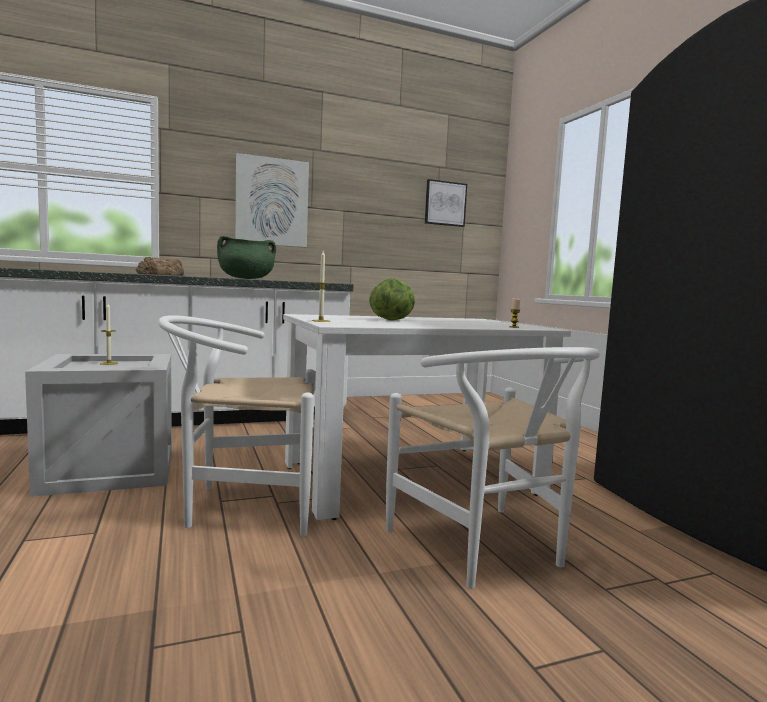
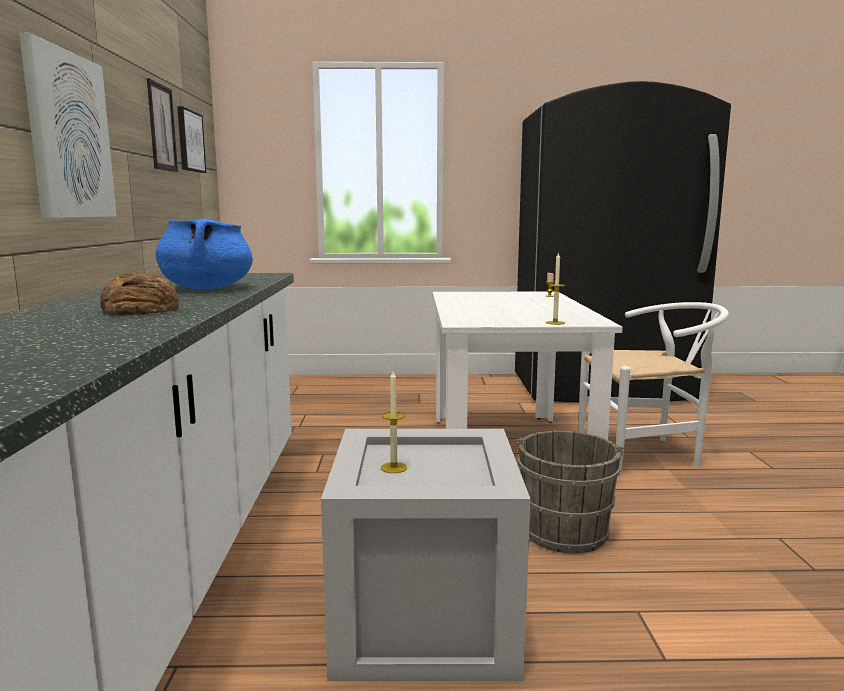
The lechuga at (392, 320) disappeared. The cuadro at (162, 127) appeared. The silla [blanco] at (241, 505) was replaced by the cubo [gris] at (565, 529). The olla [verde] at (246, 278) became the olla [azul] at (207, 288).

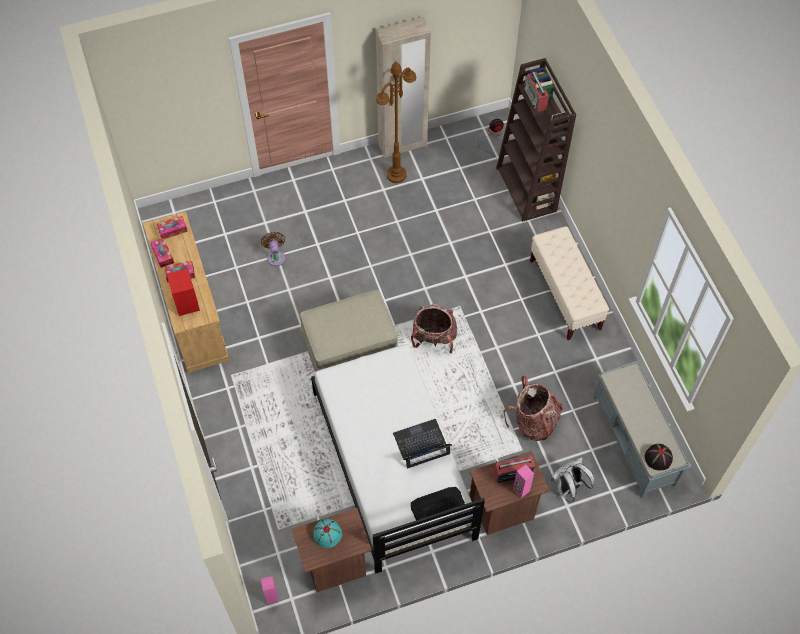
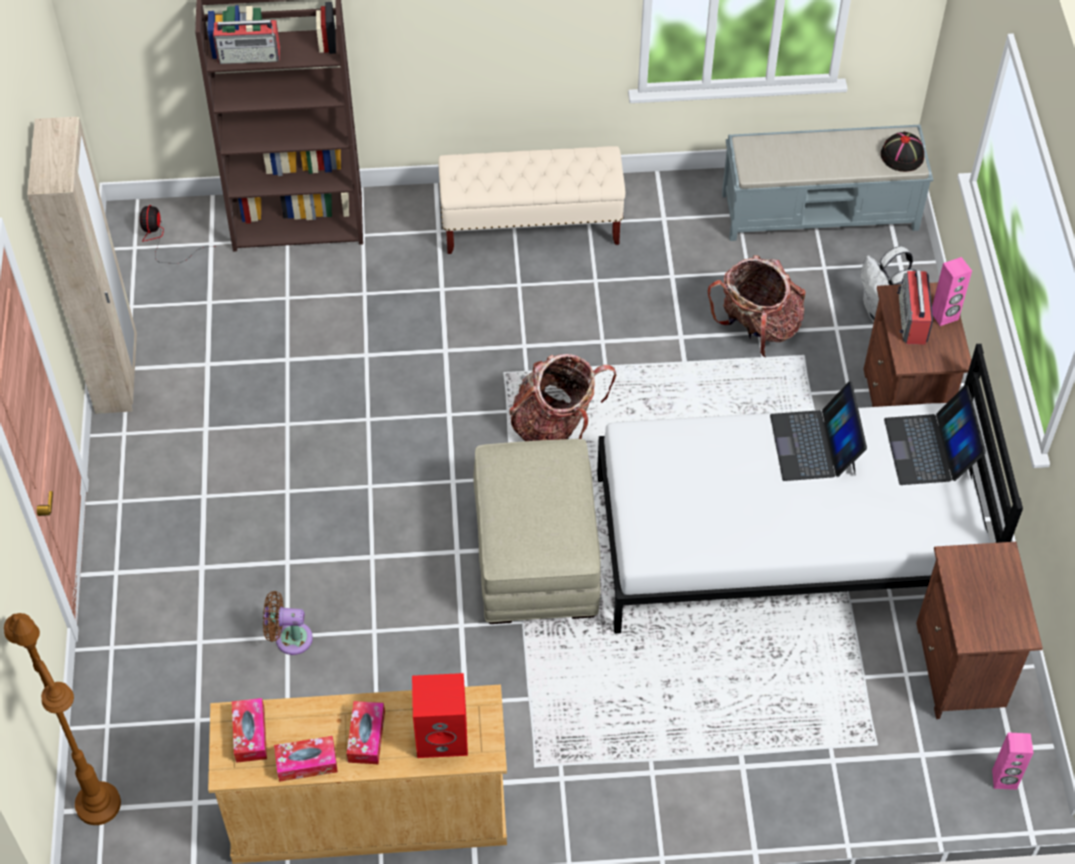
The sombrero [turquesa] at (327, 533) disappeared. The lámpara de pie [marrón] moved from (396, 175) to (97, 804). The teclado at (437, 504) was replaced by the portátil at (930, 449).

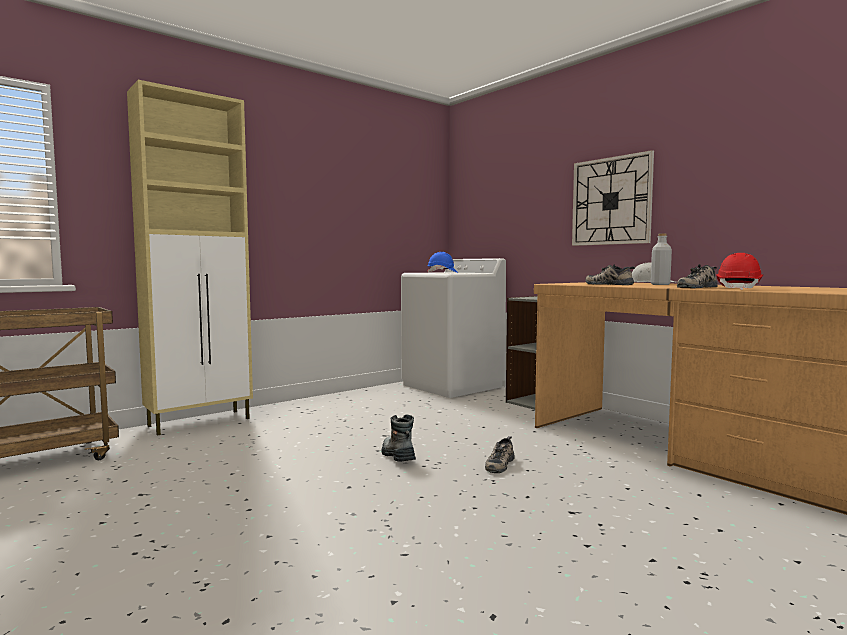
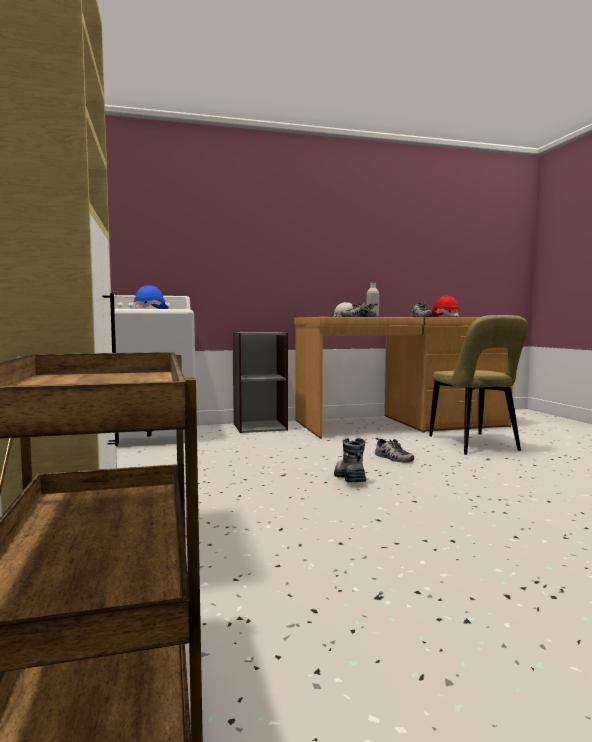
The reloj de pared at (611, 201) disappeared. The silla [beis] at (475, 445) appeared. The bota at (397, 456) turned 75 degrees clockwise.

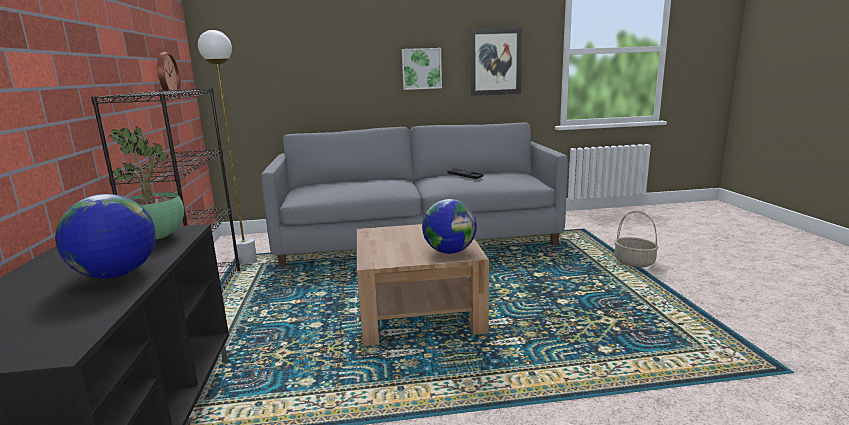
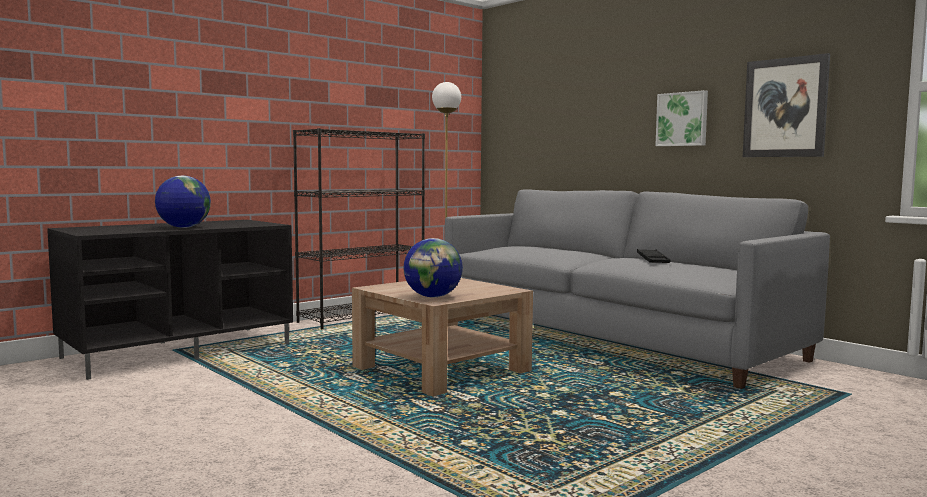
The planta en maceta at (159, 238) disappeared. The reloj de pared at (166, 75) disappeared. The cesta at (634, 262) disappeared.

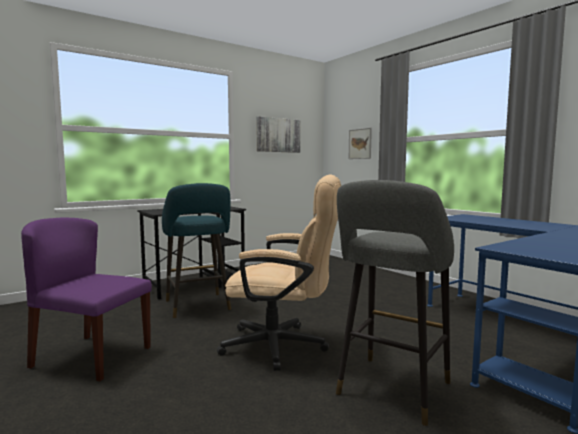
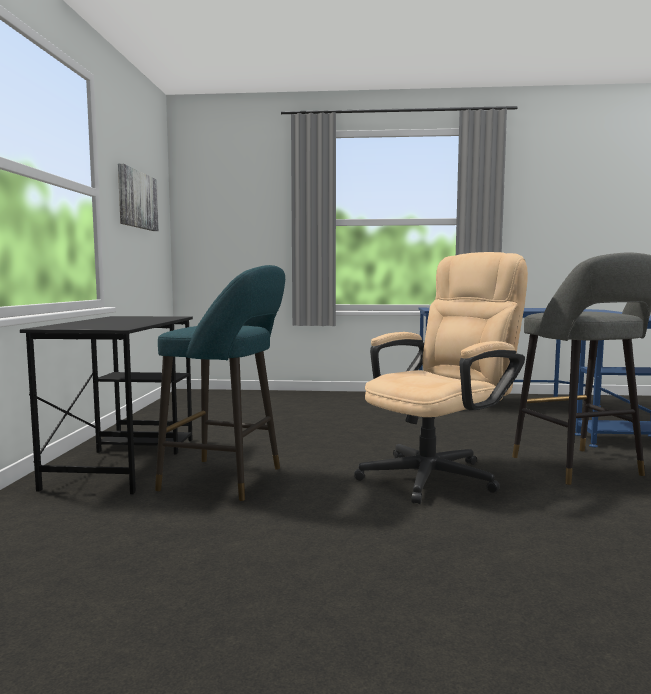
The silla [morado] at (91, 357) disappeared. The cuadro at (360, 144) disappeared.

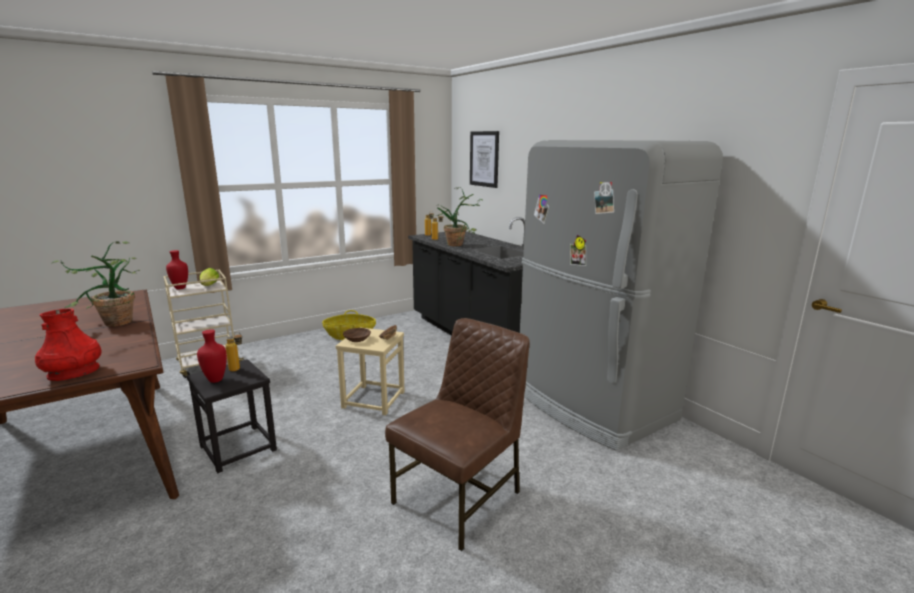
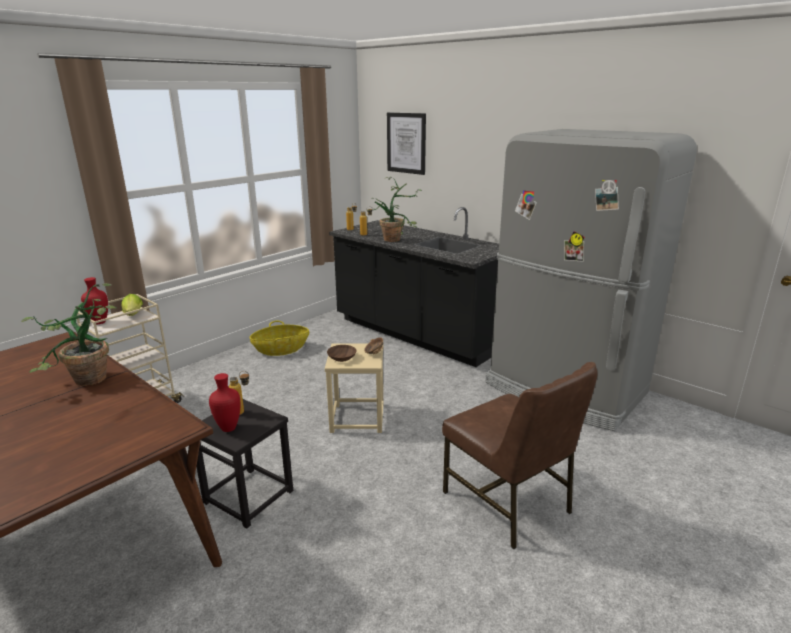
The florero [rojo] at (74, 373) disappeared. The silla [marrón] at (460, 497) turned 120 degrees clockwise.

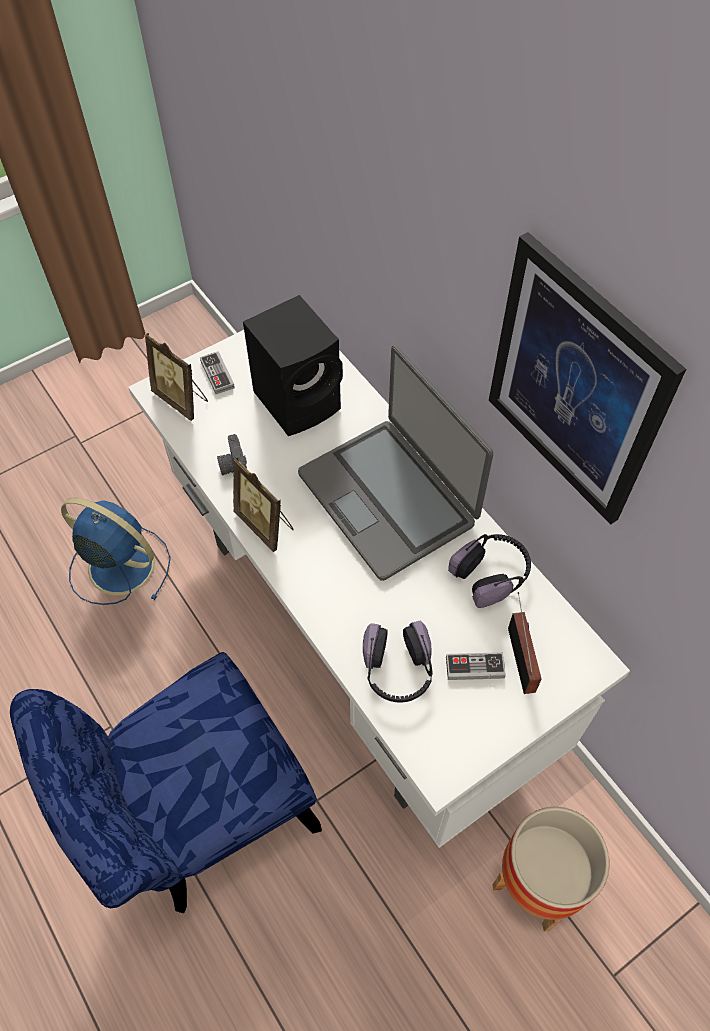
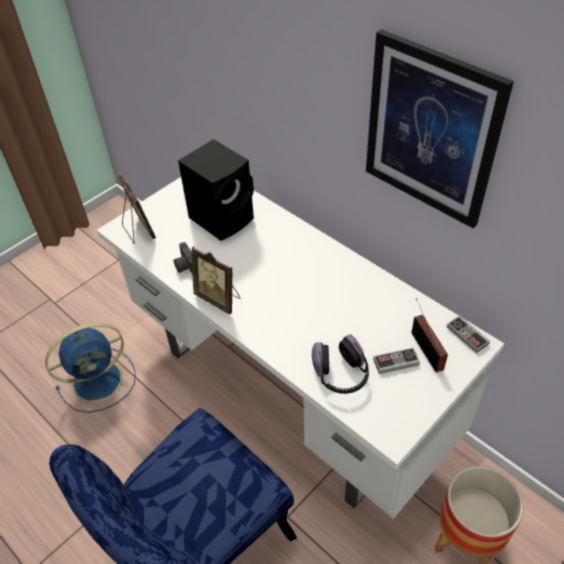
The portátil at (388, 498) disappeared. The auriculares at (491, 574) disappeared. The mando de consola moved from (217, 374) to (467, 335). The ventilador [azul] at (119, 564) turned 135 degrees clockwise. The portarretratos at (182, 399) turned 150 degrees counterclockwise.

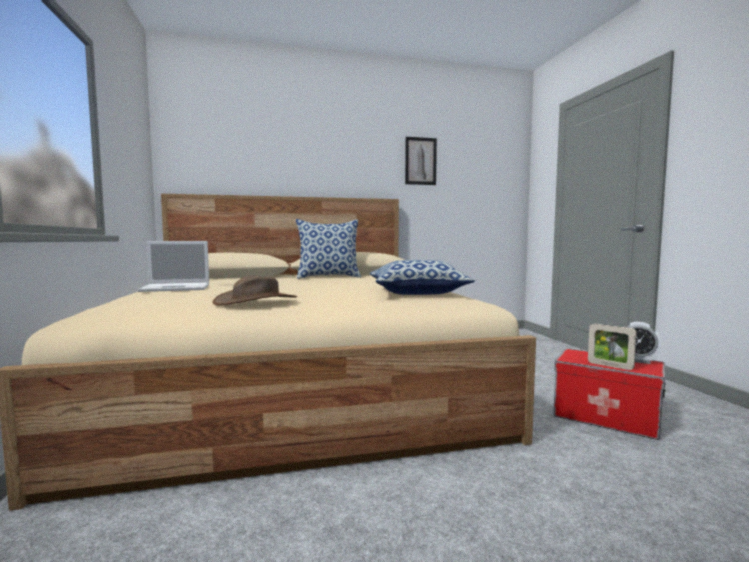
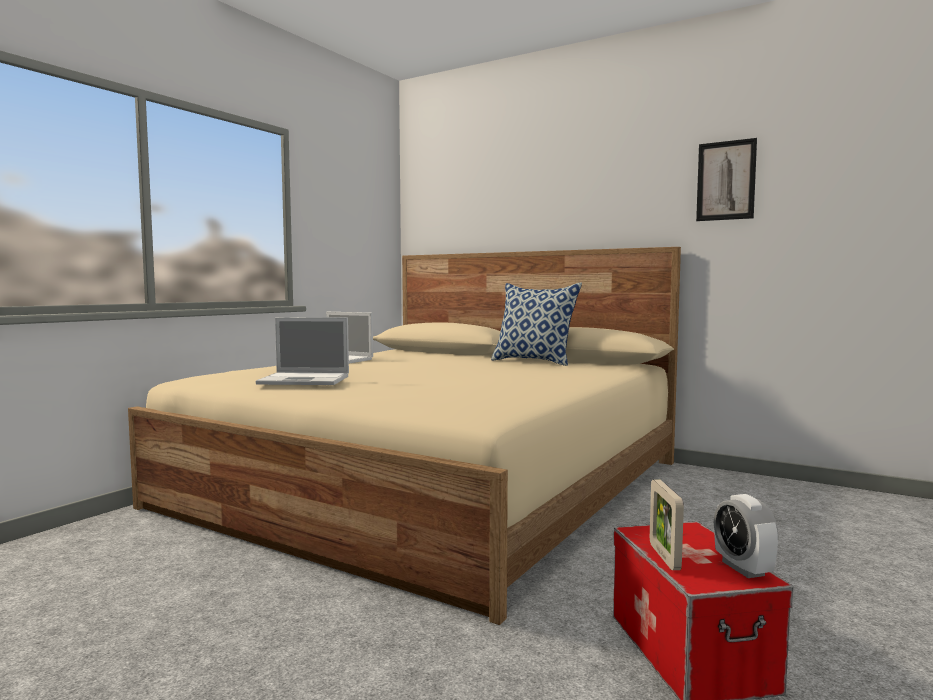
The cojín at (417, 293) disappeared. The sombrero [marrón] at (256, 301) was replaced by the portátil at (306, 380).

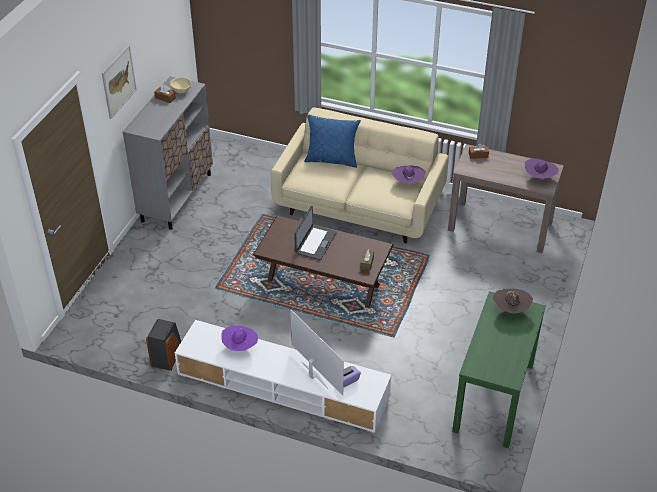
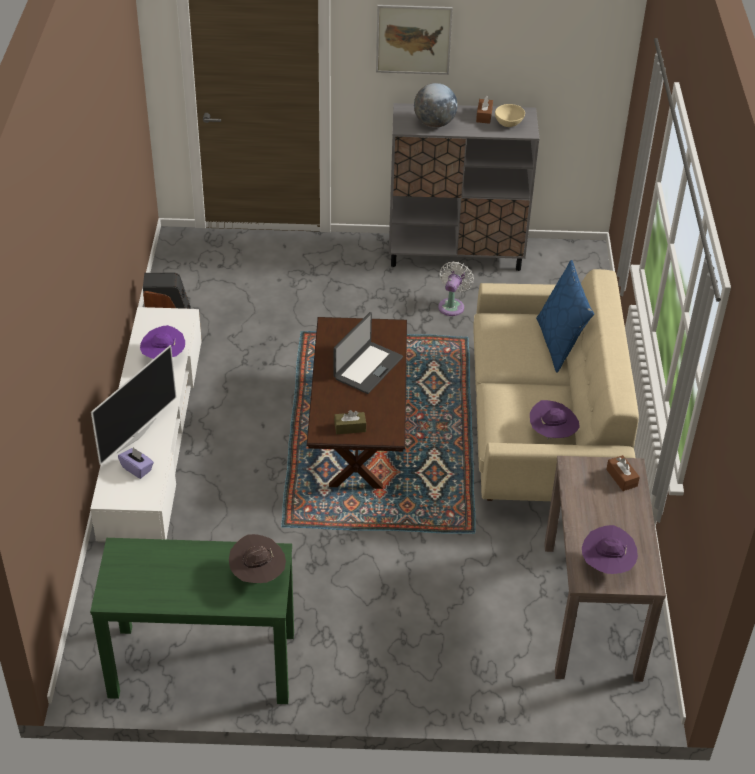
The globo terráqueo at (434, 124) appeared. The ventilador [blanco] at (452, 305) appeared. The portátil at (315, 242) turned 60 degrees counterclockwise.

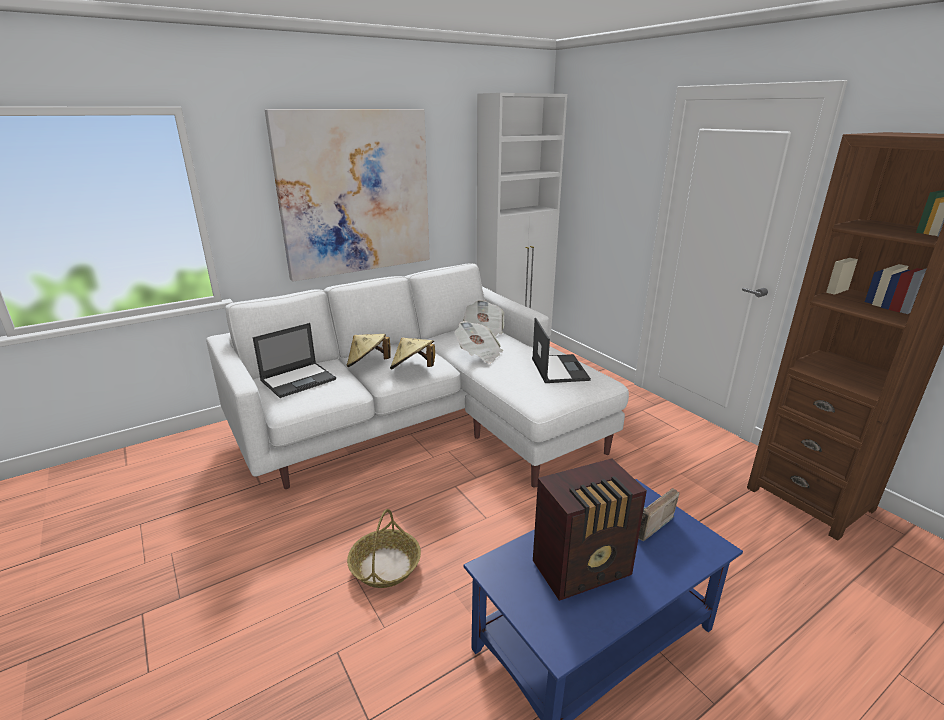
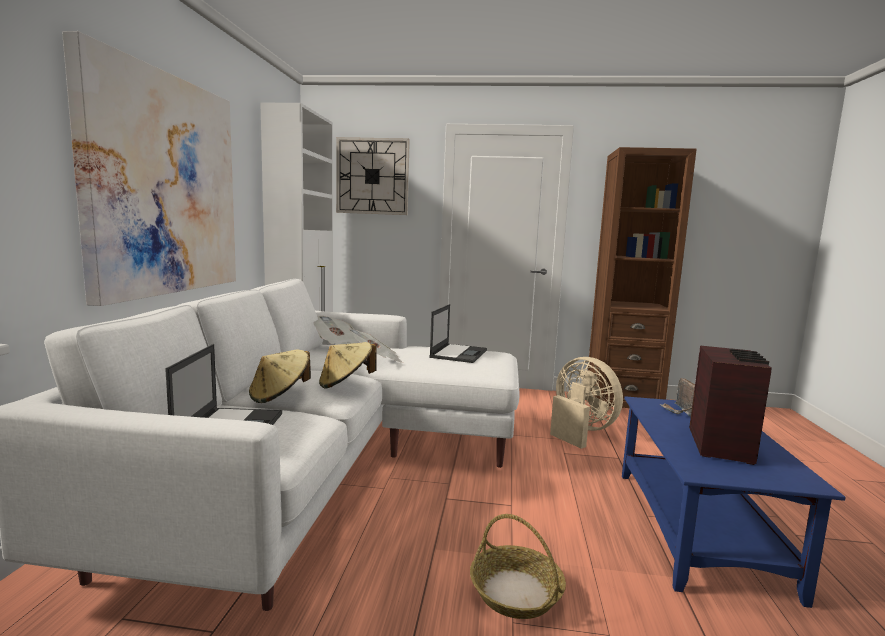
The reloj de pared at (372, 176) appeared. The ventilador [beis] at (580, 431) appeared. The portátil at (559, 369) turned 75 degrees clockwise.

